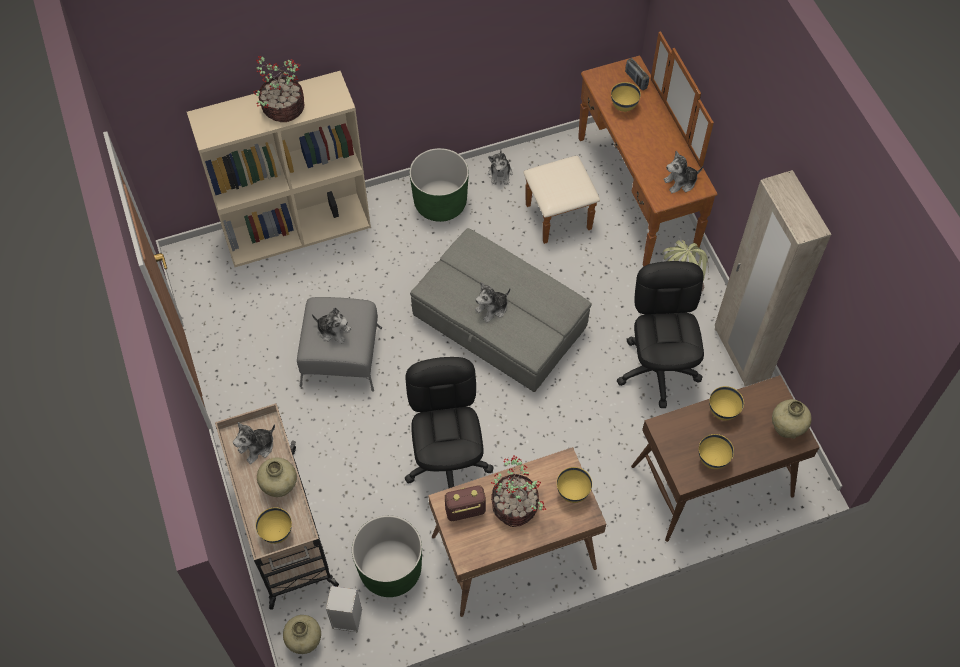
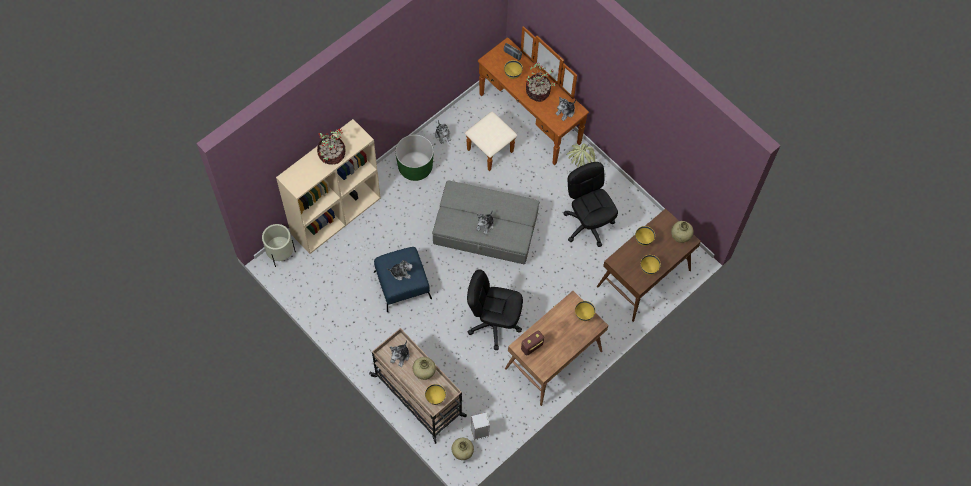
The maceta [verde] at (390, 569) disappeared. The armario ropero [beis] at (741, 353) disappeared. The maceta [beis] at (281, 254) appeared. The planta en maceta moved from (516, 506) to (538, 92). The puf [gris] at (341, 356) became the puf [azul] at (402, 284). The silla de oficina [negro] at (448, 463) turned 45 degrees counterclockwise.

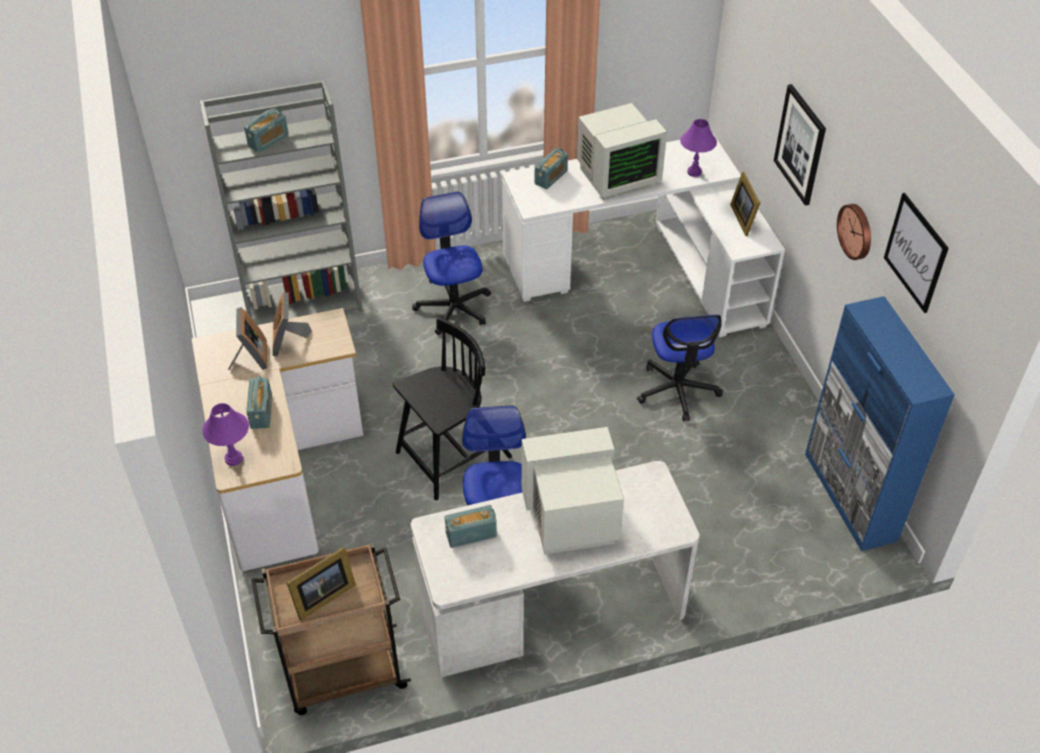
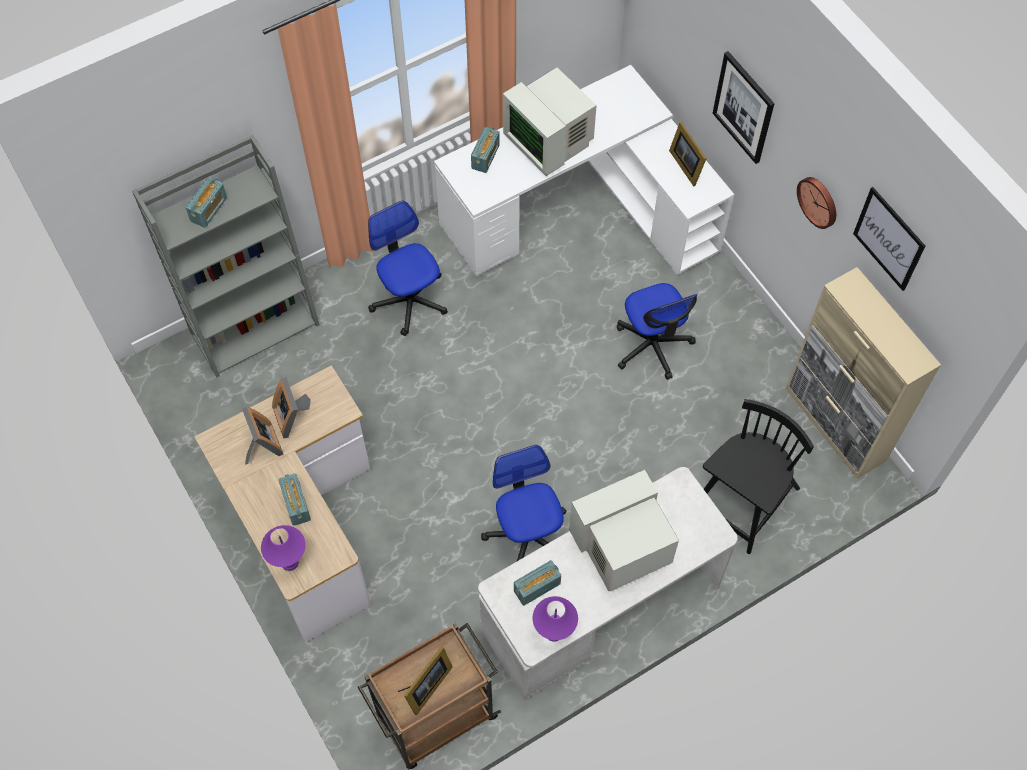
The silla [negro] moved from (452, 456) to (743, 501). The lámpara de mesa [morado] moved from (694, 172) to (553, 632). The armario [azul] at (850, 497) became the armario [beis] at (835, 425). The monitor at (616, 177) turned 90 degrees clockwise.

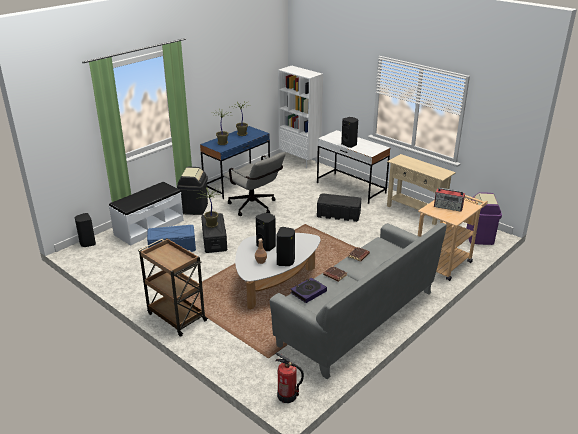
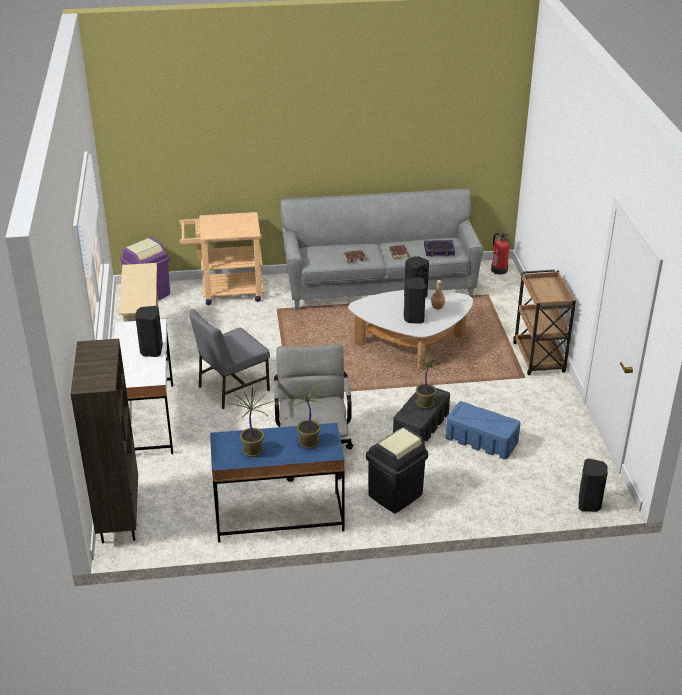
The banco [blanco] at (149, 227) disappeared. The radio at (448, 207) disappeared. The caja de almacenaje [negro] at (339, 215) was replaced by the silla [gris] at (232, 388). The estantería [blanco] at (300, 161) became the estantería [marrón] at (118, 518).

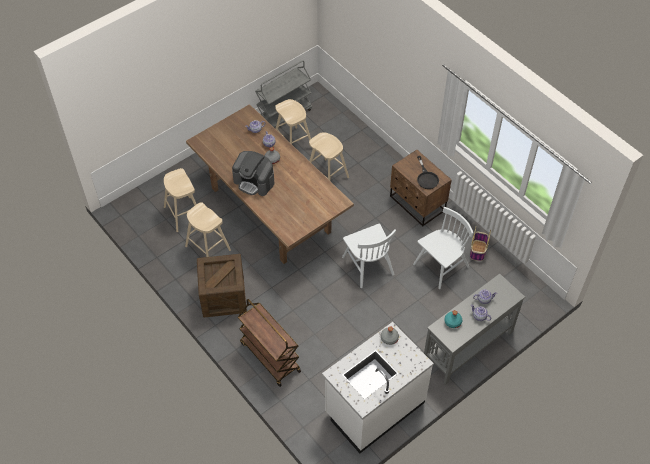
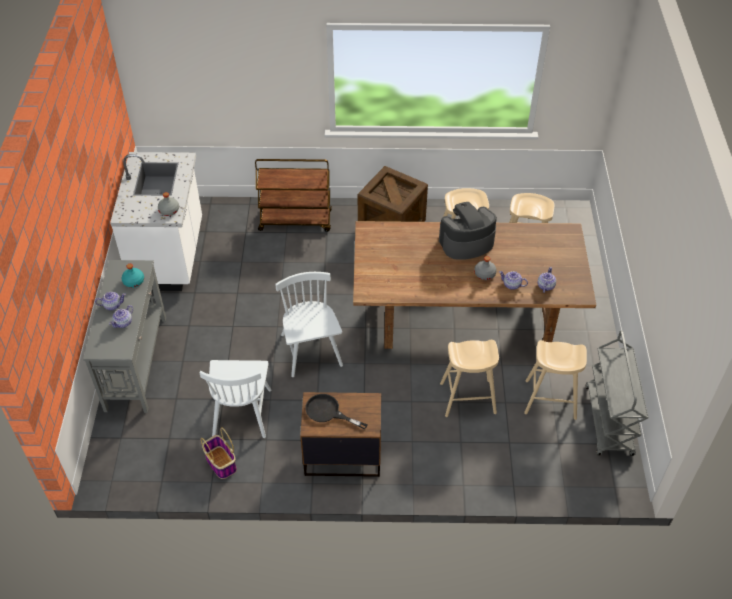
The silla [blanco] at (368, 265) turned 60 degrees clockwise.

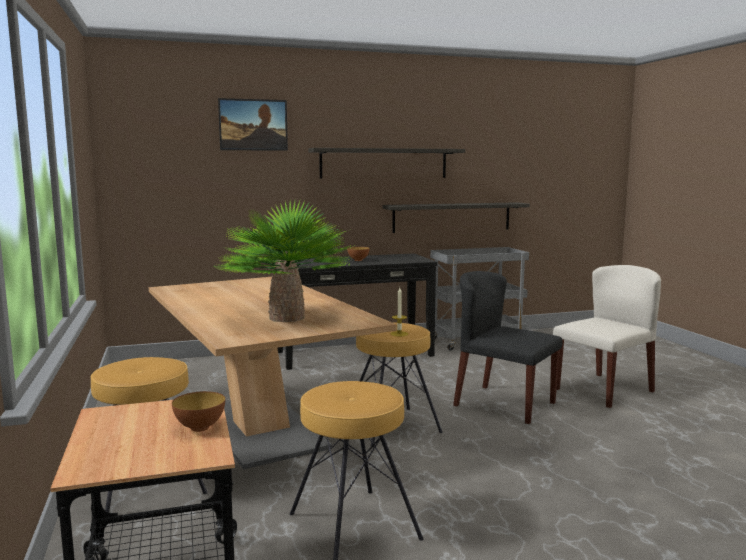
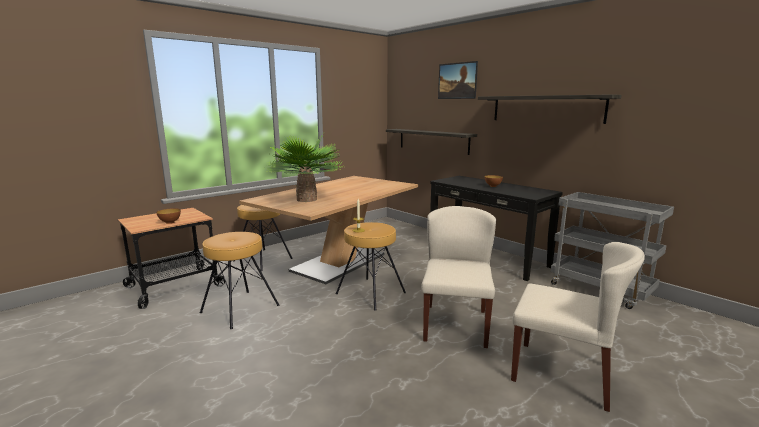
The estante moved from (452, 217) to (433, 141). The silla [negro] at (503, 404) became the silla [beis] at (455, 324).

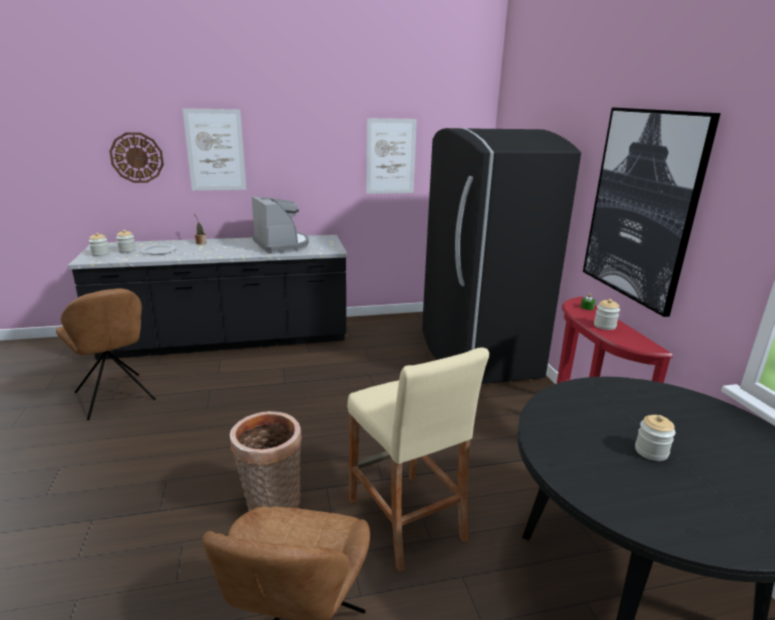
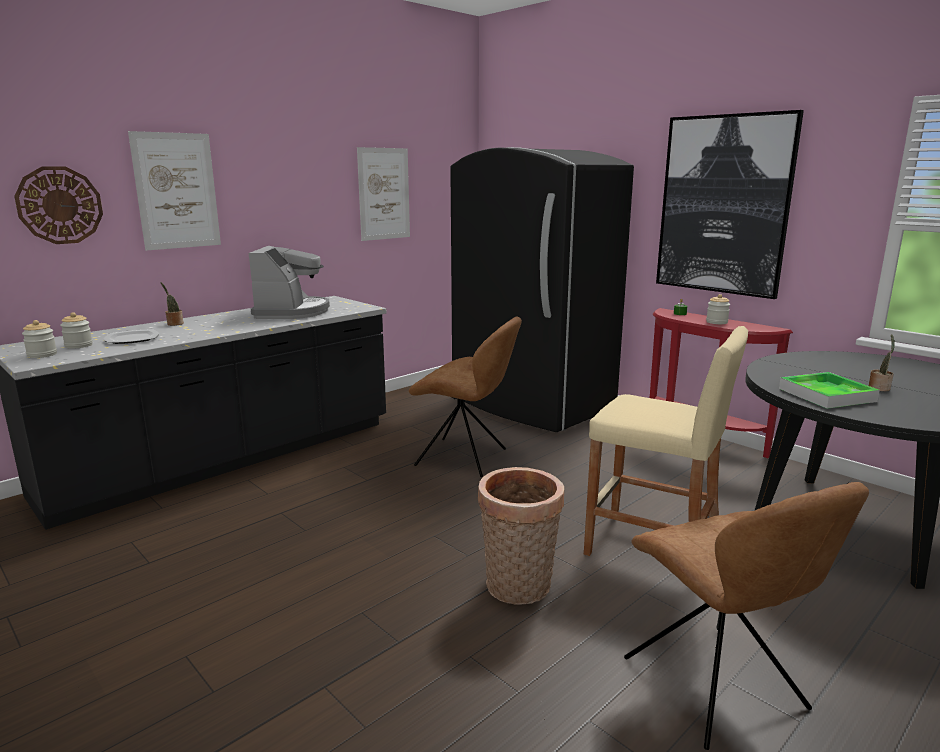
The bandeja at (826, 395) appeared. The silla [marrón] moved from (115, 397) to (464, 458). The tarro at (651, 451) was replaced by the planta en maceta at (879, 388). The cafetera at (281, 245) turned 60 degrees clockwise.

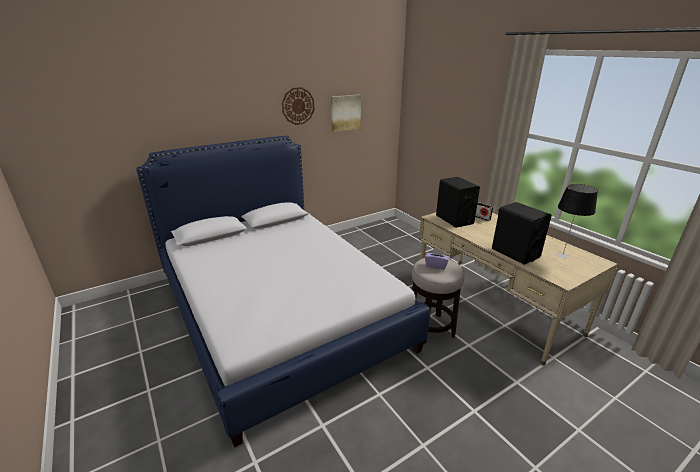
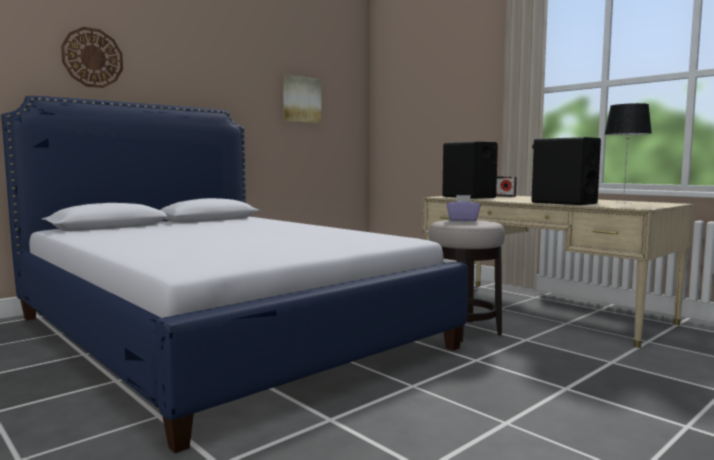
The reloj de pared moved from (298, 106) to (92, 58).

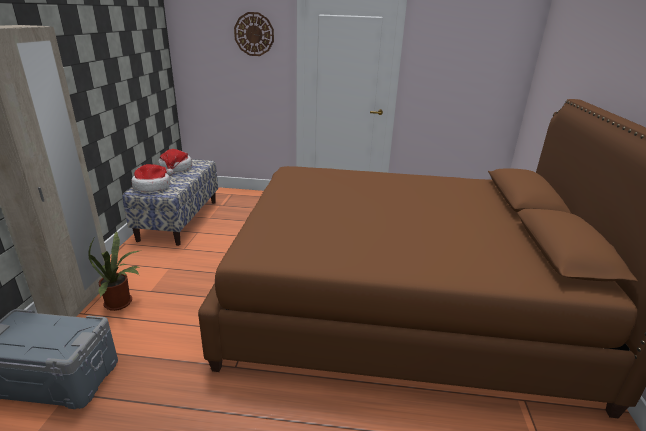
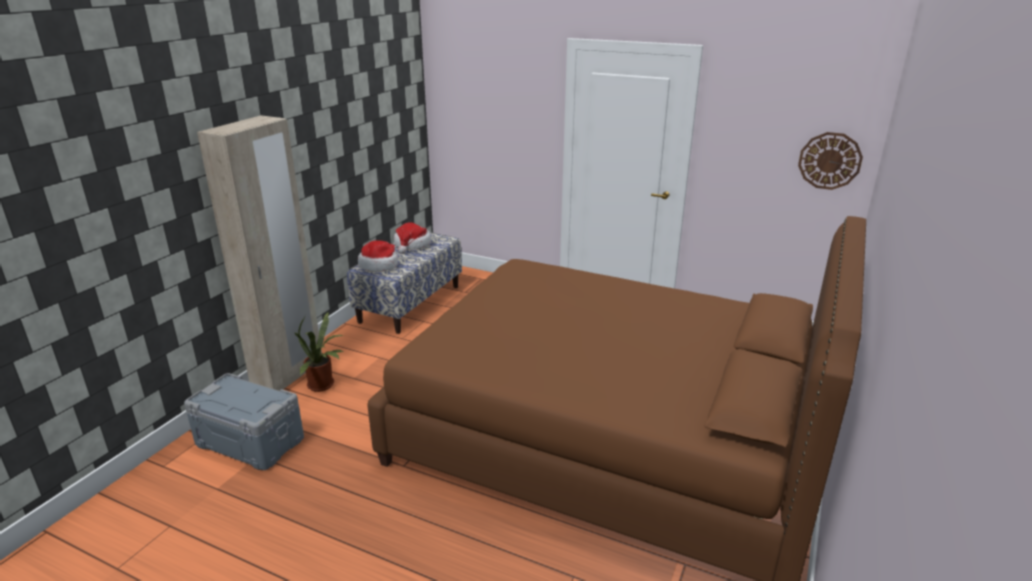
The reloj de pared moved from (254, 34) to (829, 161).

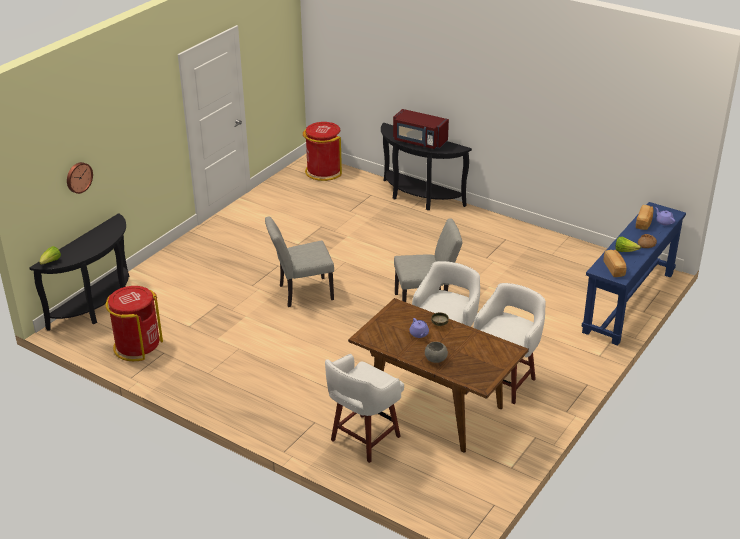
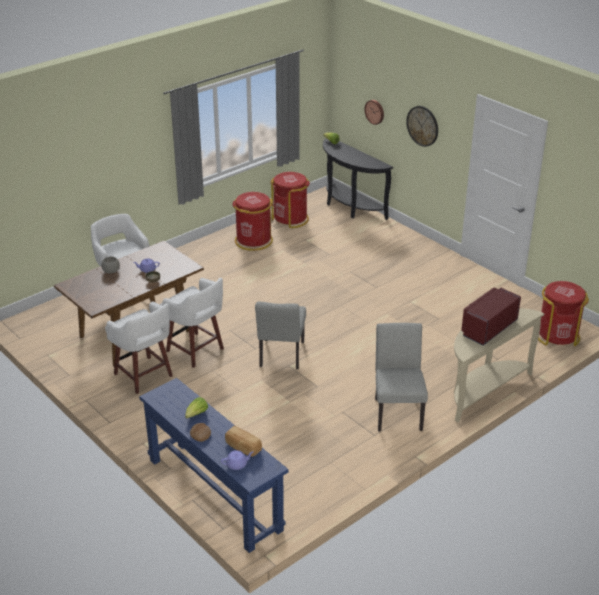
The pan at (614, 269) disappeared. The papelera [rojo] at (253, 241) appeared. The reloj de pared at (422, 126) appeared. The silla [gris] moved from (301, 293) to (397, 411). The mesa consola [negro] at (418, 198) became the mesa consola [beis] at (484, 390).

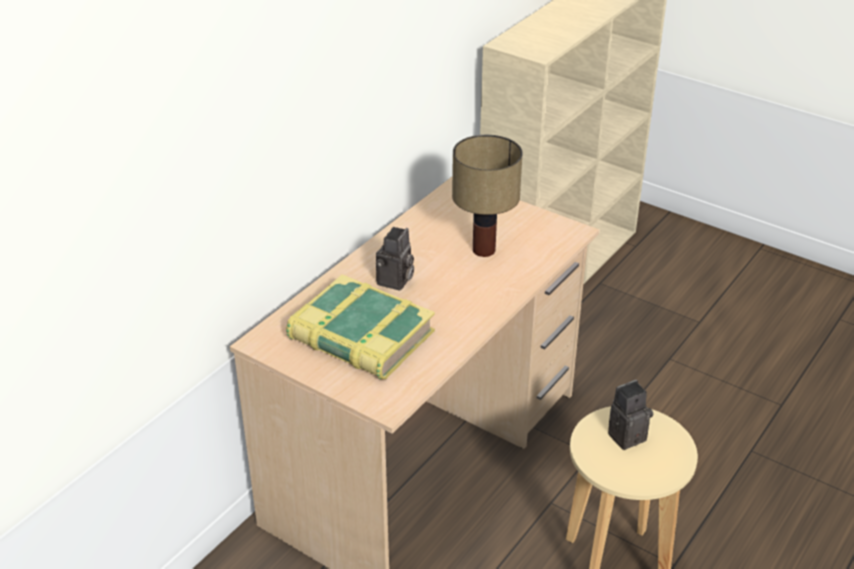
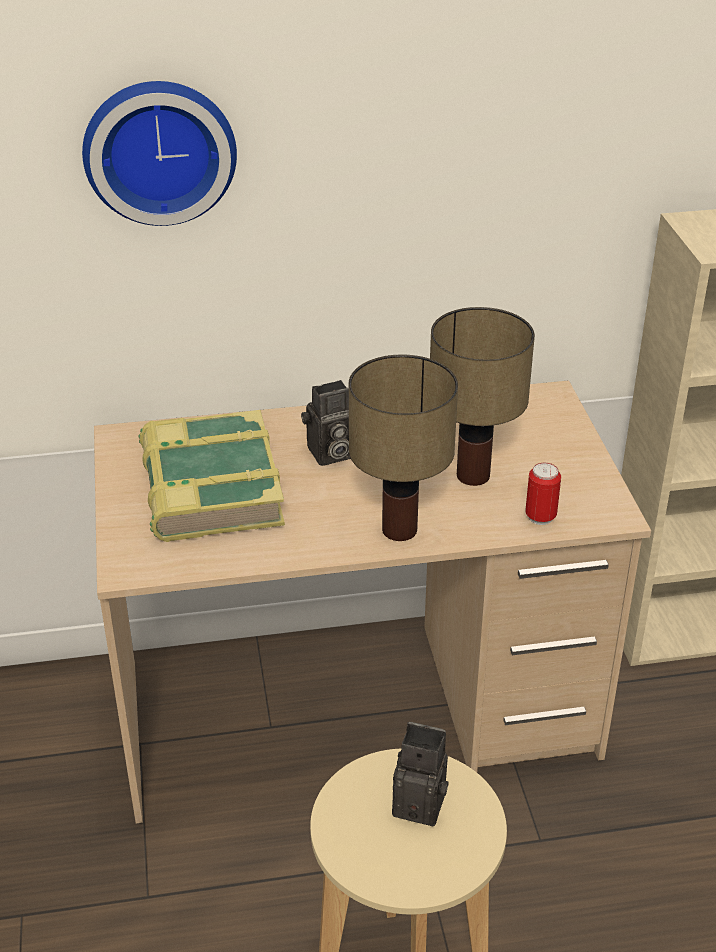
The reloj de pared at (159, 149) appeared. The lámpara de mesa at (401, 531) appeared. The lata at (540, 517) appeared.

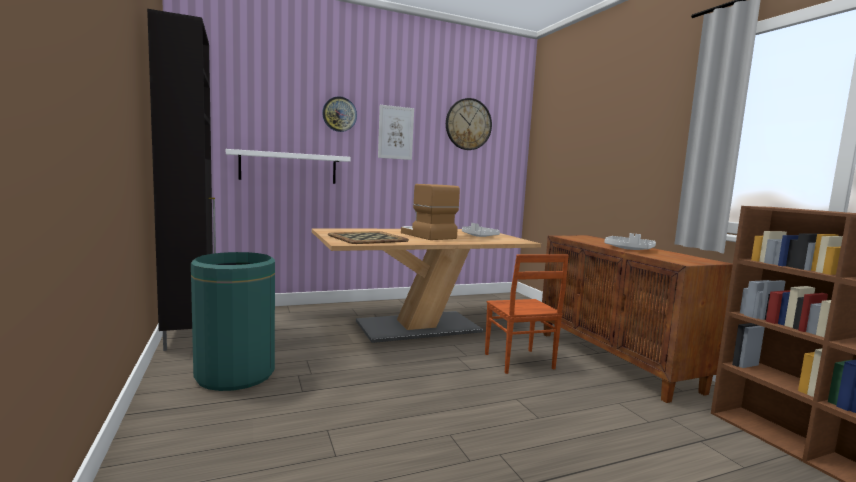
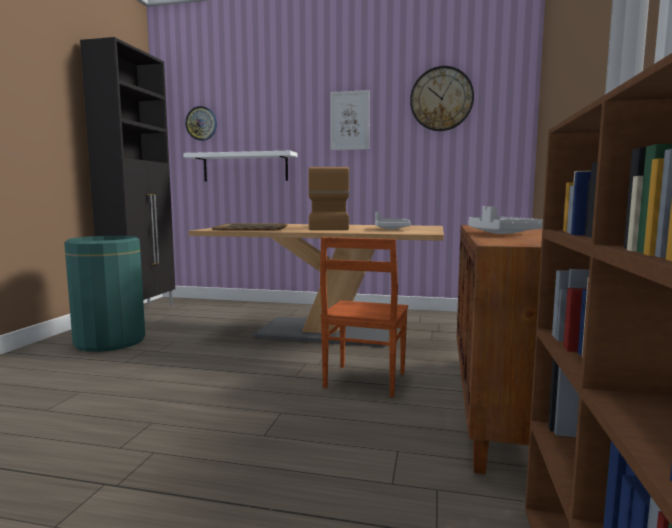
The reloj de pared moved from (339, 114) to (201, 123).

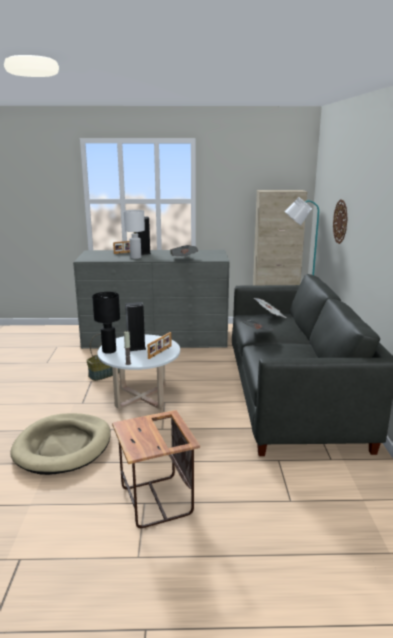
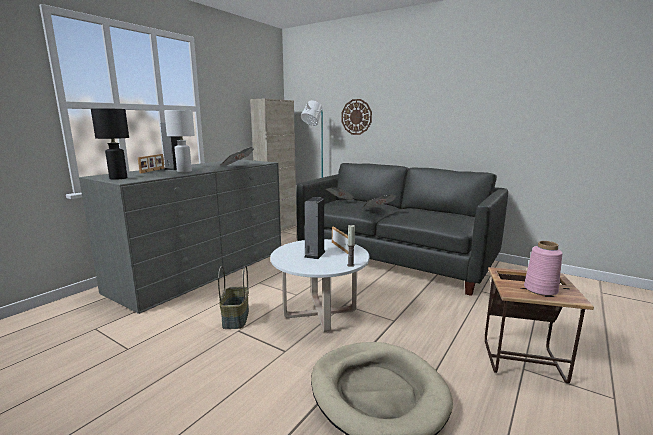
The florero [rosa] at (540, 290) appeared. The lámpara de mesa [negro] moved from (109, 351) to (119, 178).

